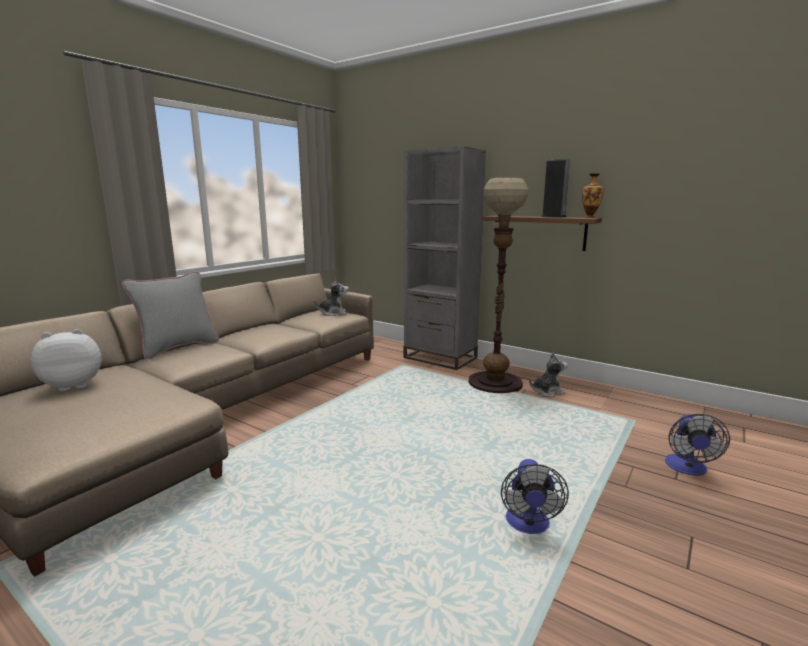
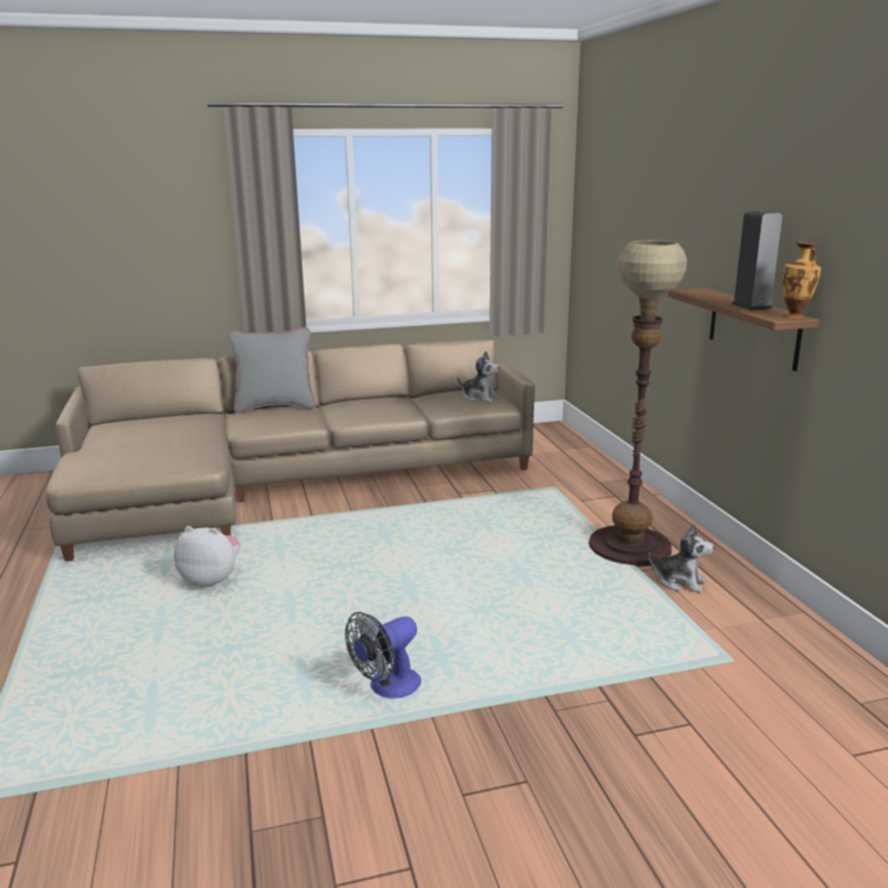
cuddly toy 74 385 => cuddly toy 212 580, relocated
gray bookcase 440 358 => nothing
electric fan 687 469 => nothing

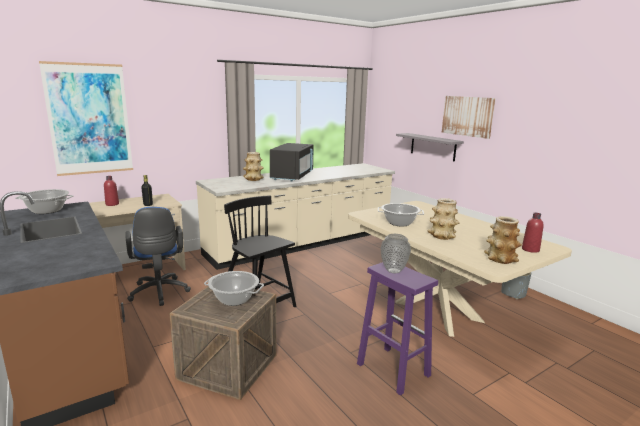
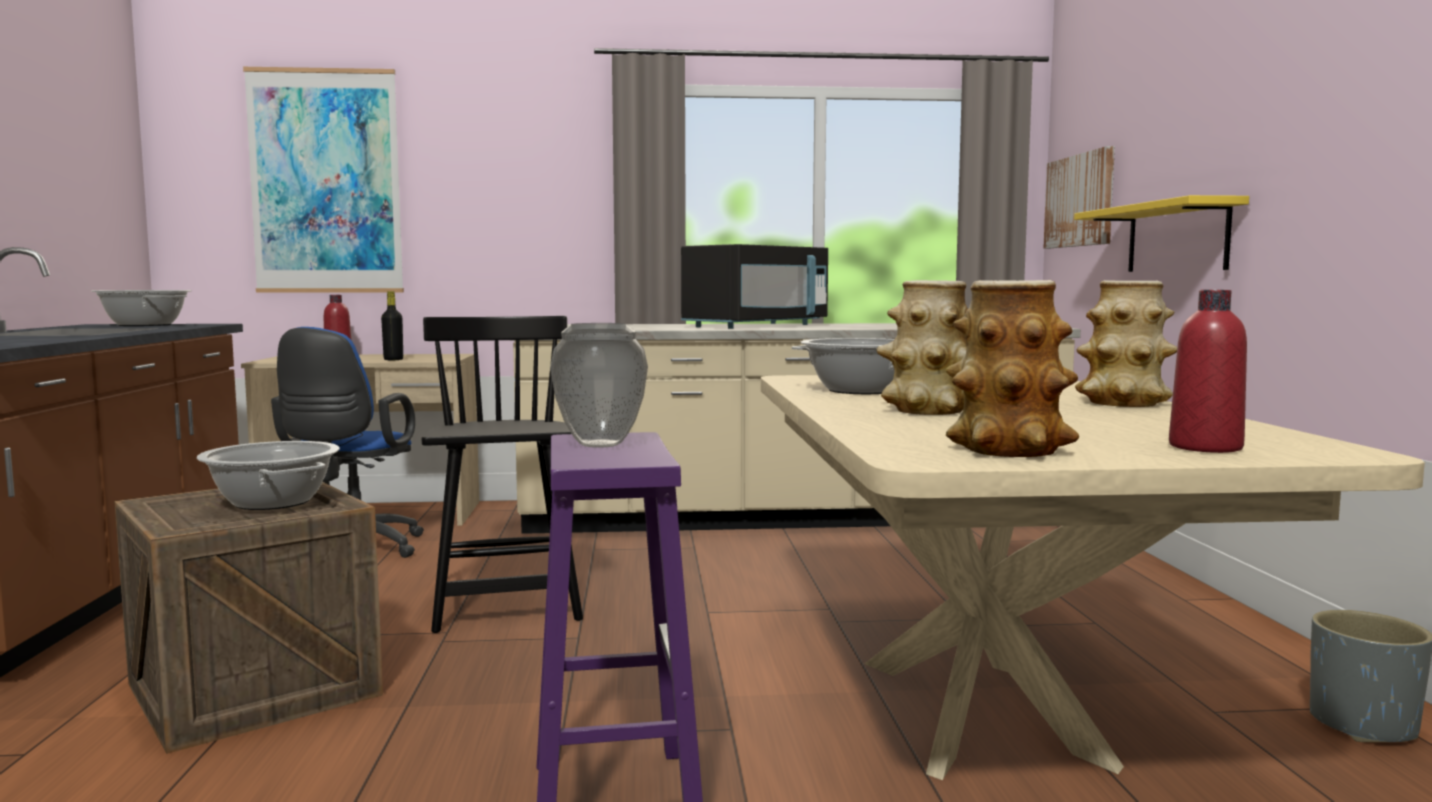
wall picture 467 116 => wall picture 1080 201, relocated
gray shelf 433 147 => yellow shelf 1176 238
decorative vase 253 179 => decorative vase 1123 403, relocated

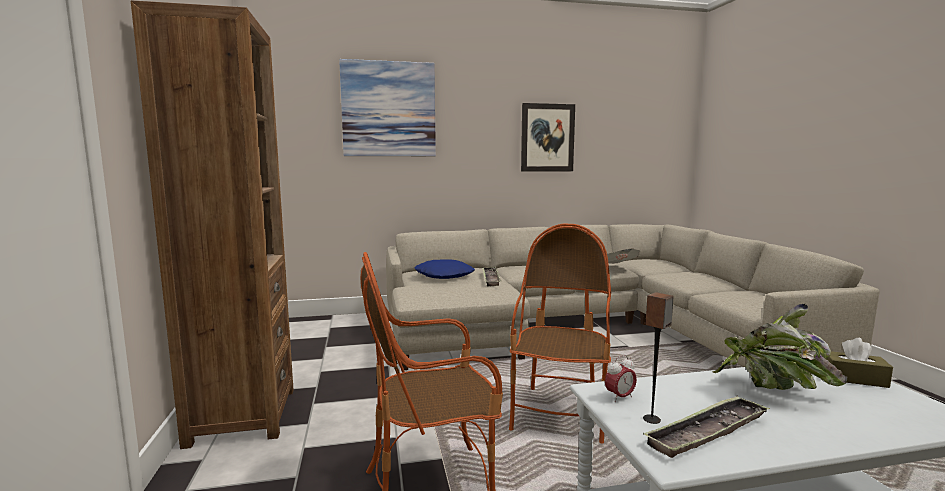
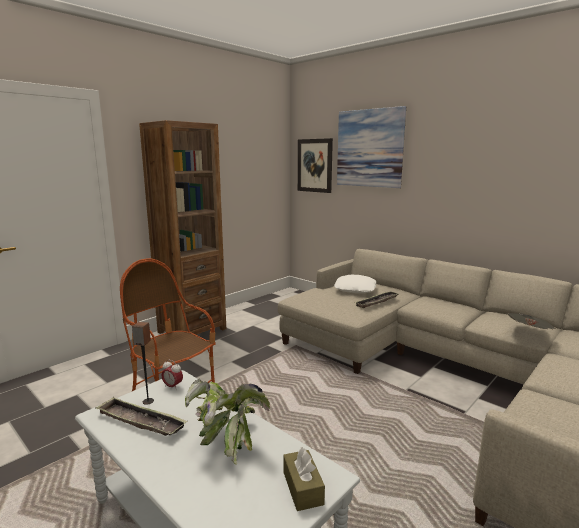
wall picture 547 138 => wall picture 315 165, relocated
blue-coloured cushion 444 275 => white-coloured cushion 355 289
lounge chair 559 414 => nothing

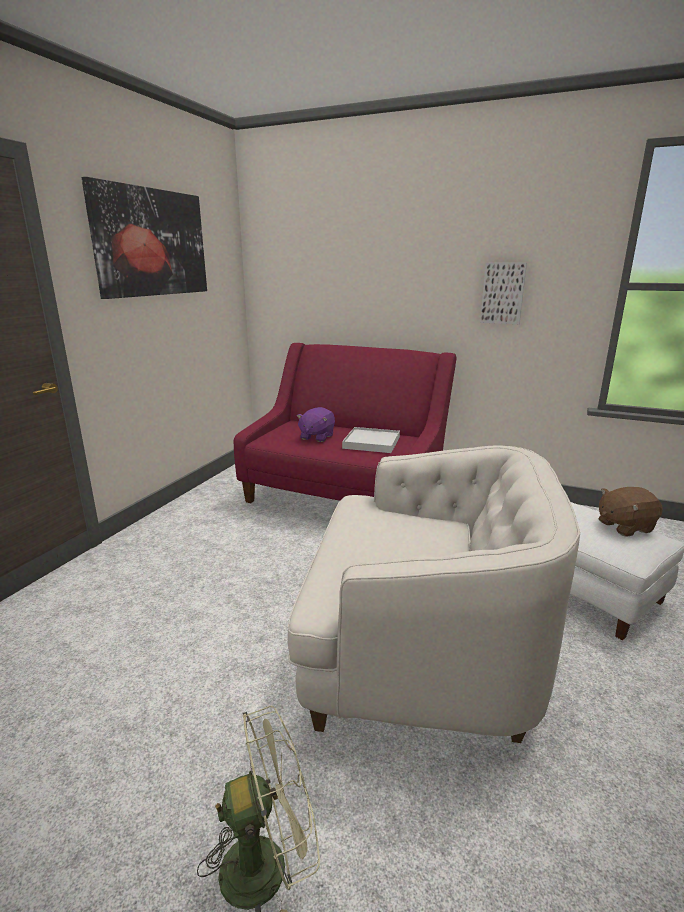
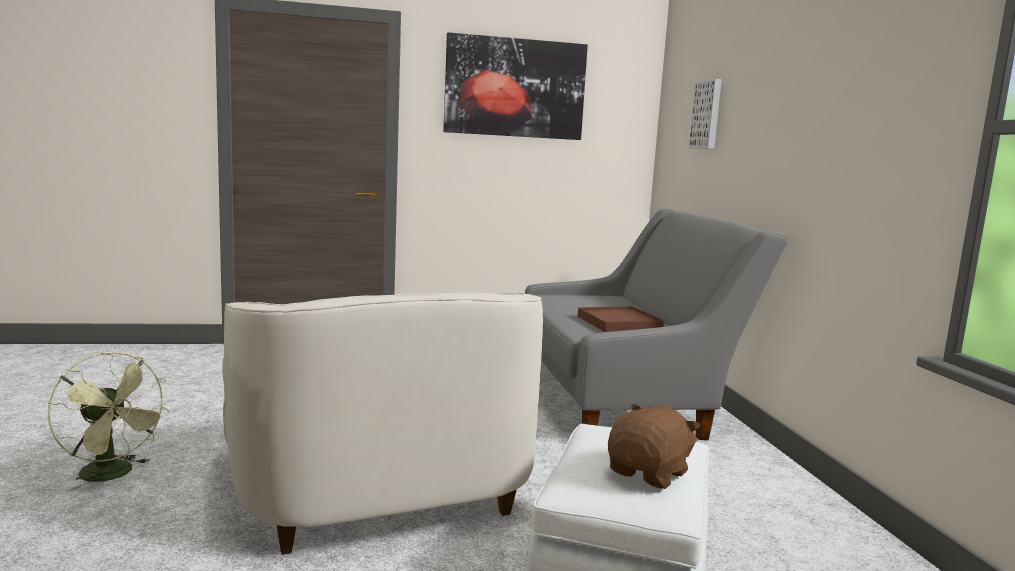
red-coloured settee 345 494 => gray settee 622 397
white-coloured carrying tray 371 443 => brown carrying tray 618 323
brown cuddly toy 624 526 => brown cuddly toy 649 473, 90 degrees clockwise
wall picture 503 293 => wall picture 707 115, relocated
purplish cuddly toy 316 437 => nothing

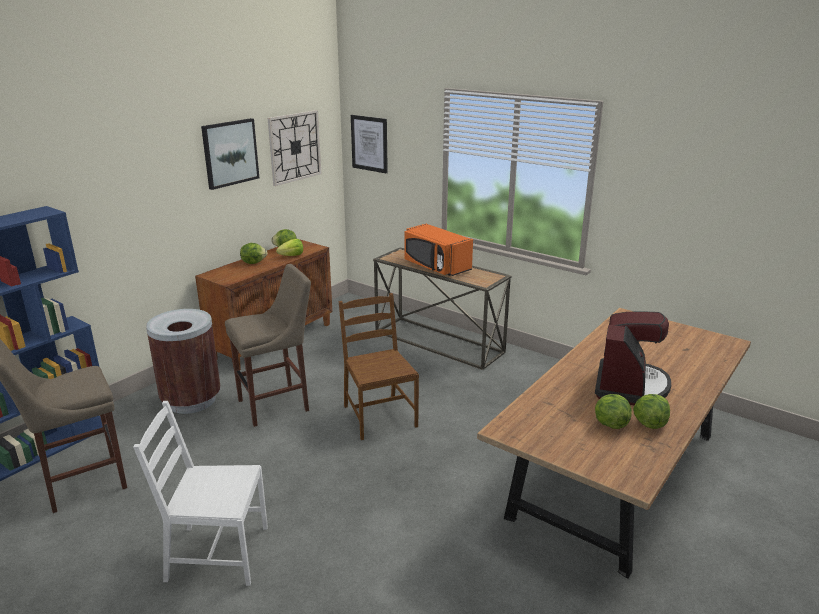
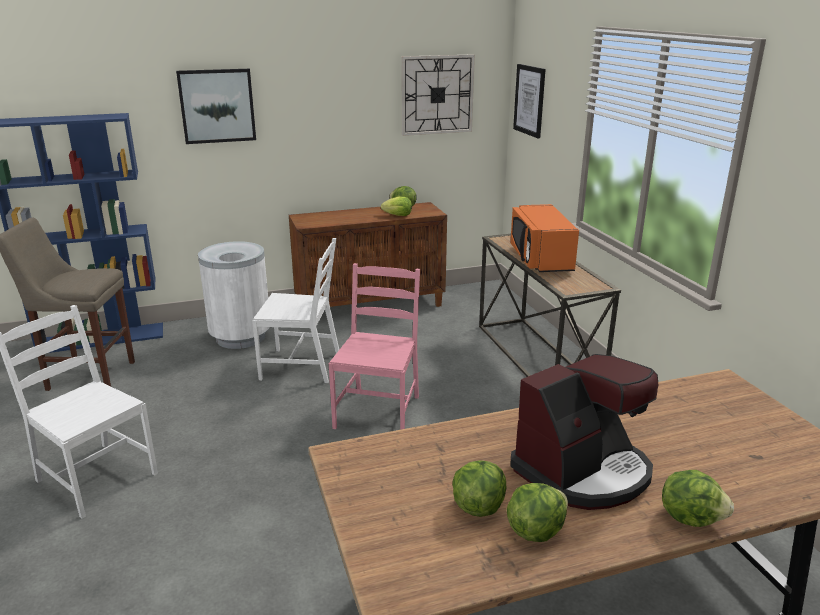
wall picture 230 153 => wall picture 217 106, relocated
brown waste bin 191 400 => white-coloured waste bin 241 337
beige-coloured sitting stool 277 404 => white-coloured upright chair 302 366
brown upright chair 378 416 => pink upright chair 378 411
head of lettuce 253 262 => head of lettuce 690 517, relocated

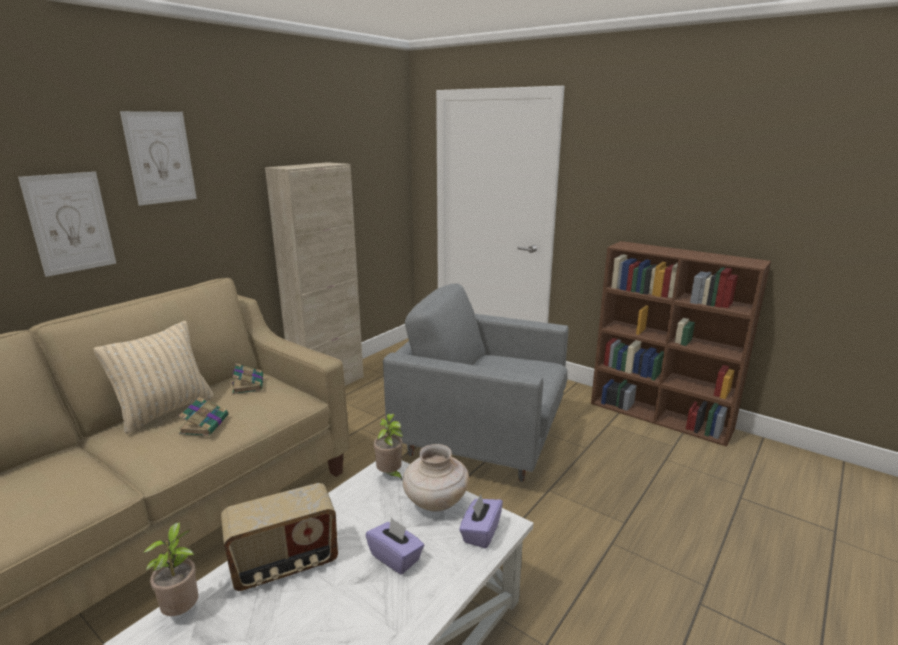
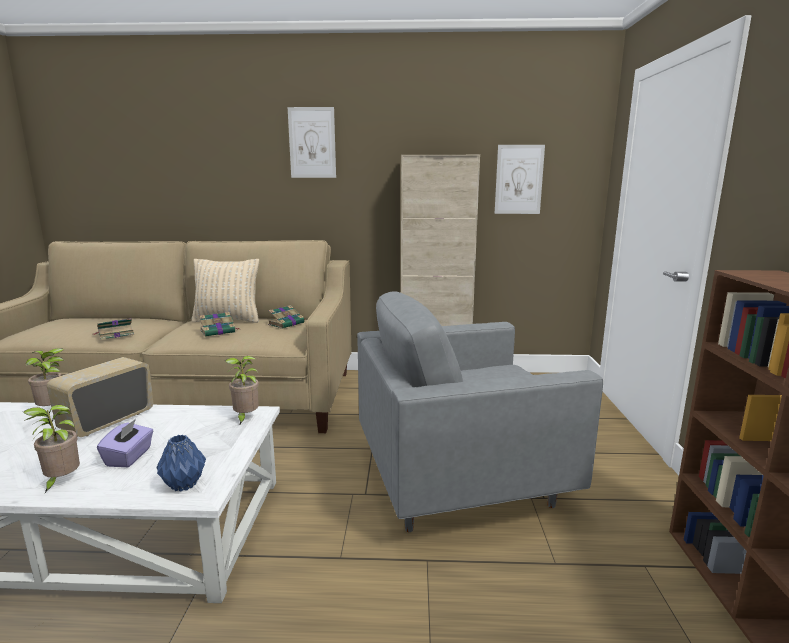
nothing => houseplant 61 482
radio set 285 564 => radio set 107 421, 90 degrees clockwise
nothing => volume 115 334
purplish tissue box 480 532 => blue-coloured decorative vase 183 485
gray lounge chair 482 440 => gray lounge chair 461 479, 90 degrees counterclockwise
wall picture 70 223 => wall picture 519 179, relocated
beige-coloured decorative vase 435 502 => nothing

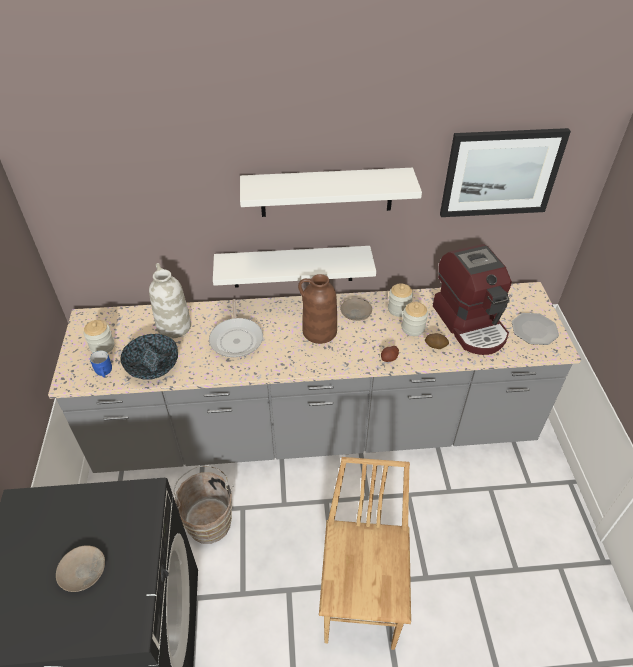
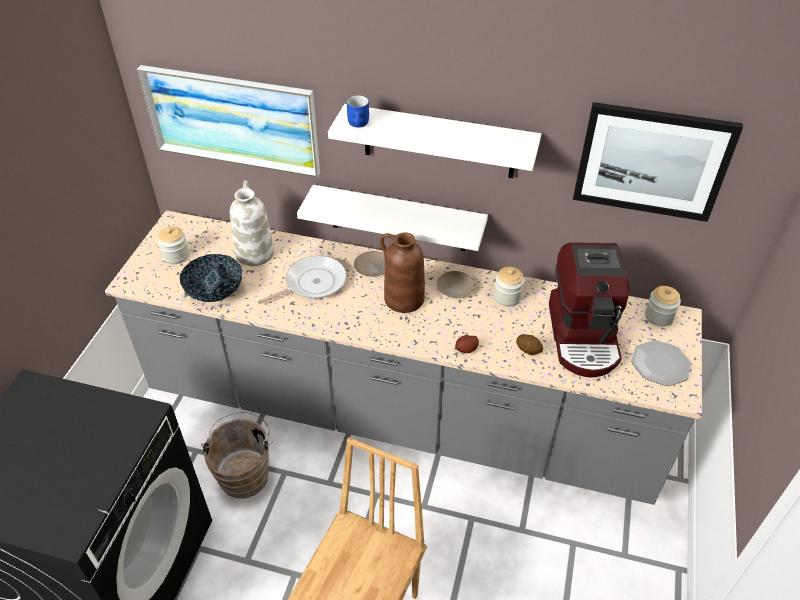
nothing => wall picture 232 120
pan 237 338 => pan 312 283, 135 degrees counterclockwise
blue-coloured tea mug 105 372 => blue-coloured tea mug 360 124, relocated
beige-coloured flat dish 83 571 => beige-coloured flat dish 373 268, relocated
preserve jar 413 328 => preserve jar 659 316, relocated

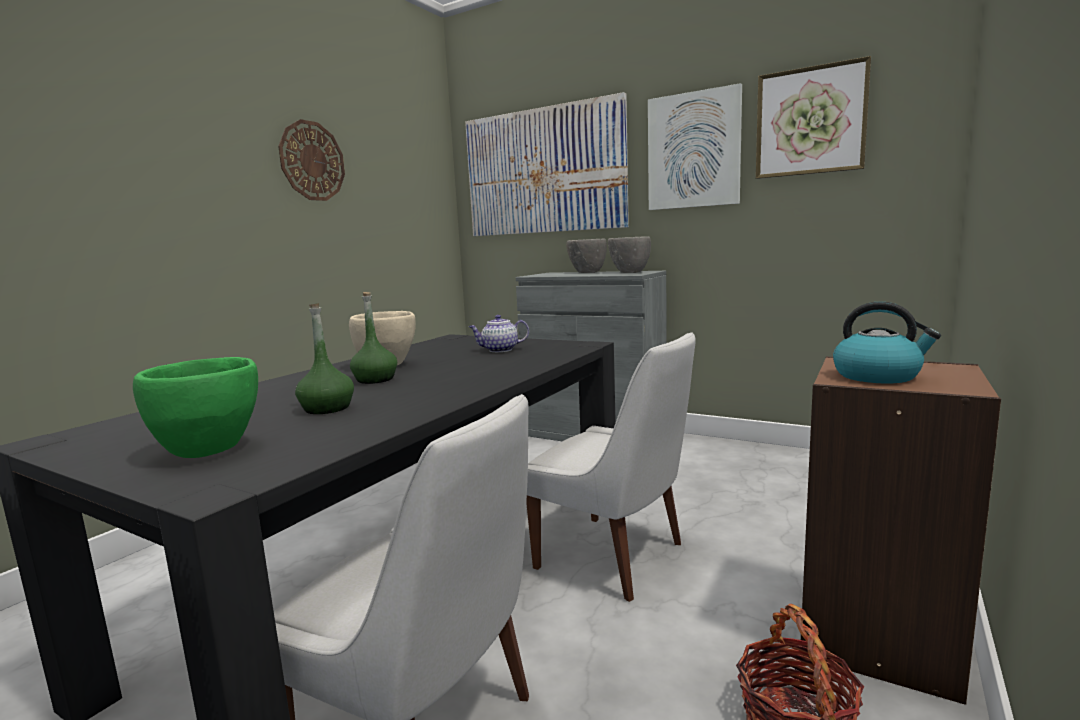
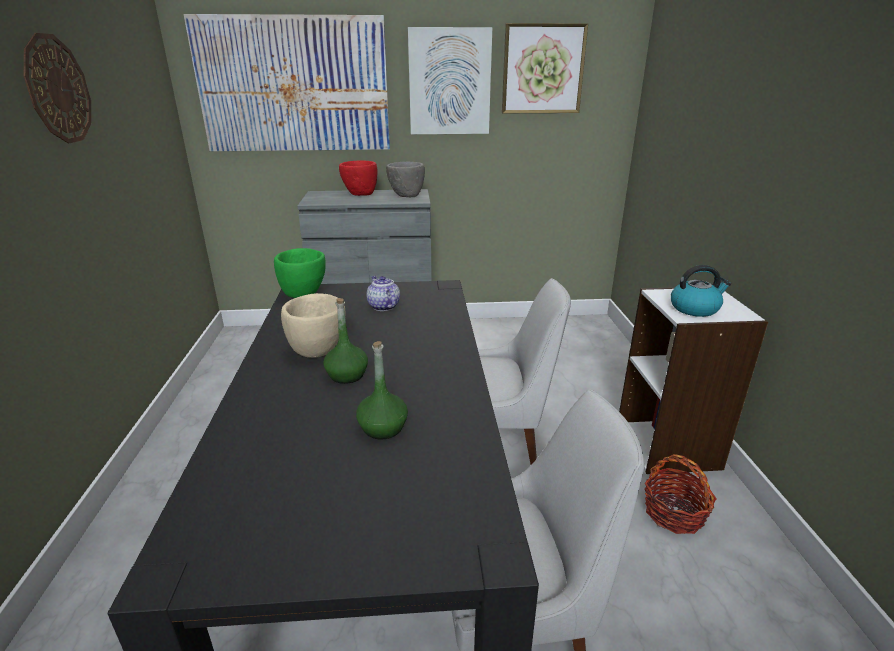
green-coloured serving bowl 210 451 => green-coloured serving bowl 304 294, relocated
gray serving bowl 587 273 => red-coloured serving bowl 360 194
tea pot 499 350 => tea pot 383 306, 105 degrees clockwise
brown bookcase 881 636 => white-coloured bookcase 668 445

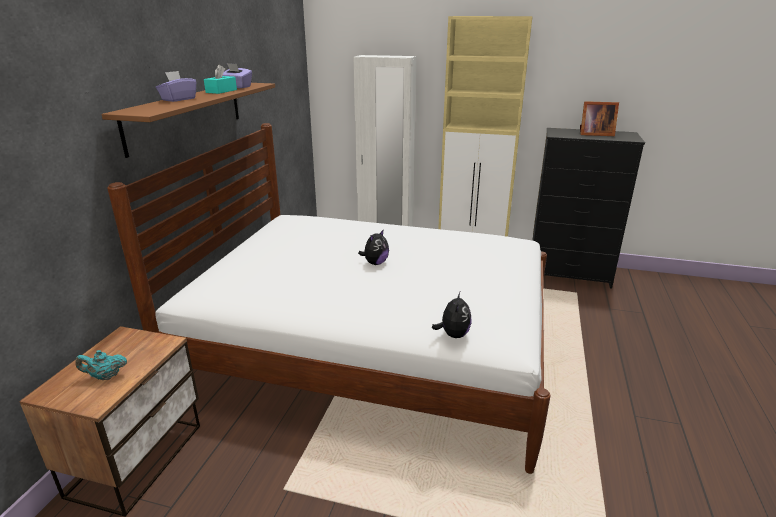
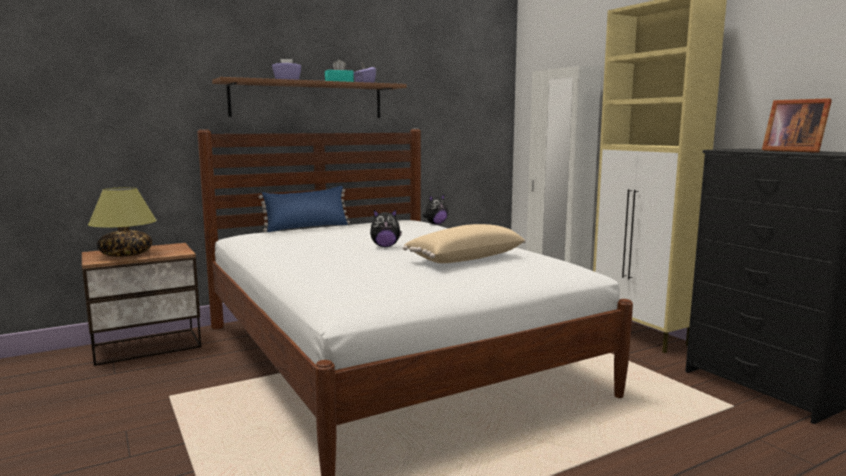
turquoise tea pot 105 376 => tabletop lamp 125 255
nothing => blue-coloured cushion 307 227
nothing => beige-coloured cushion 464 259
cuddly toy 453 335 => cuddly toy 435 224, relocated

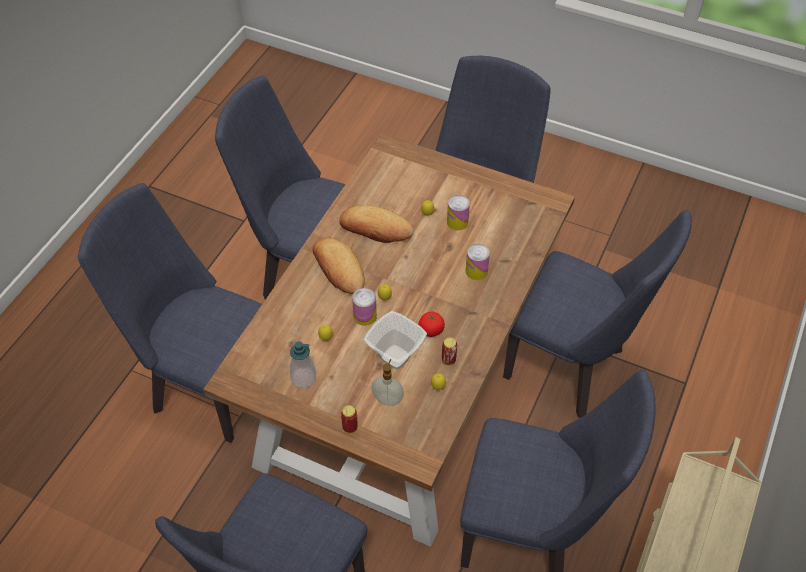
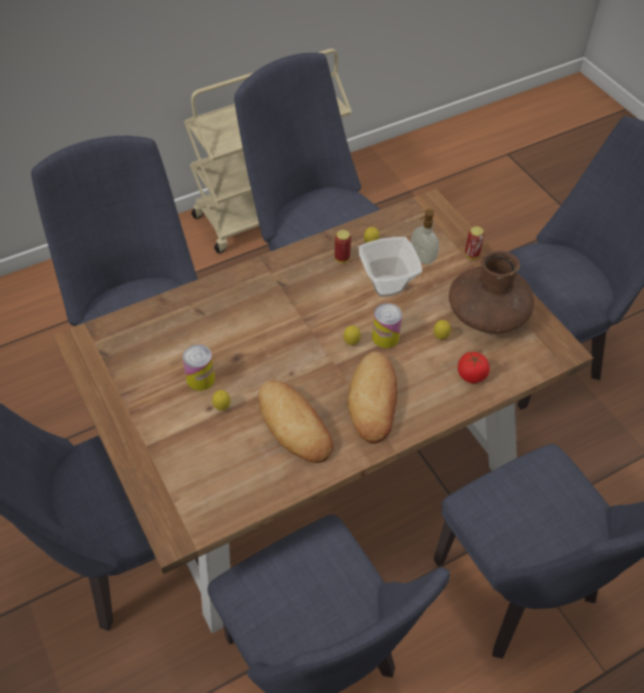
liquid soap bottle 303 378 => brown decorative vase 487 314
whole tomato 431 330 => whole tomato 471 375, relocated
metal can 476 271 => nothing

